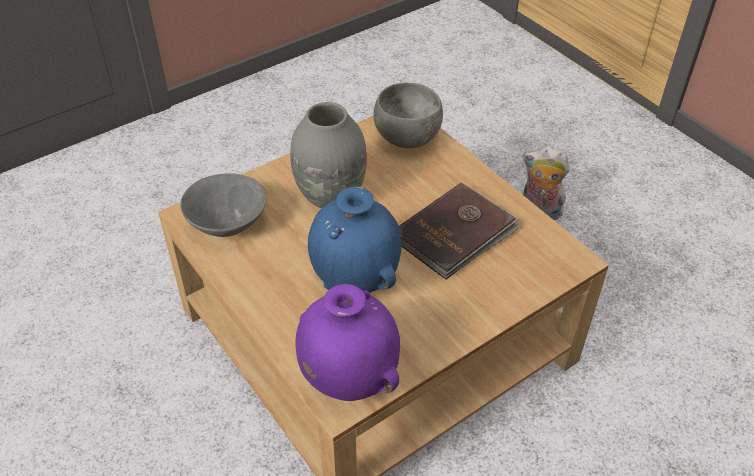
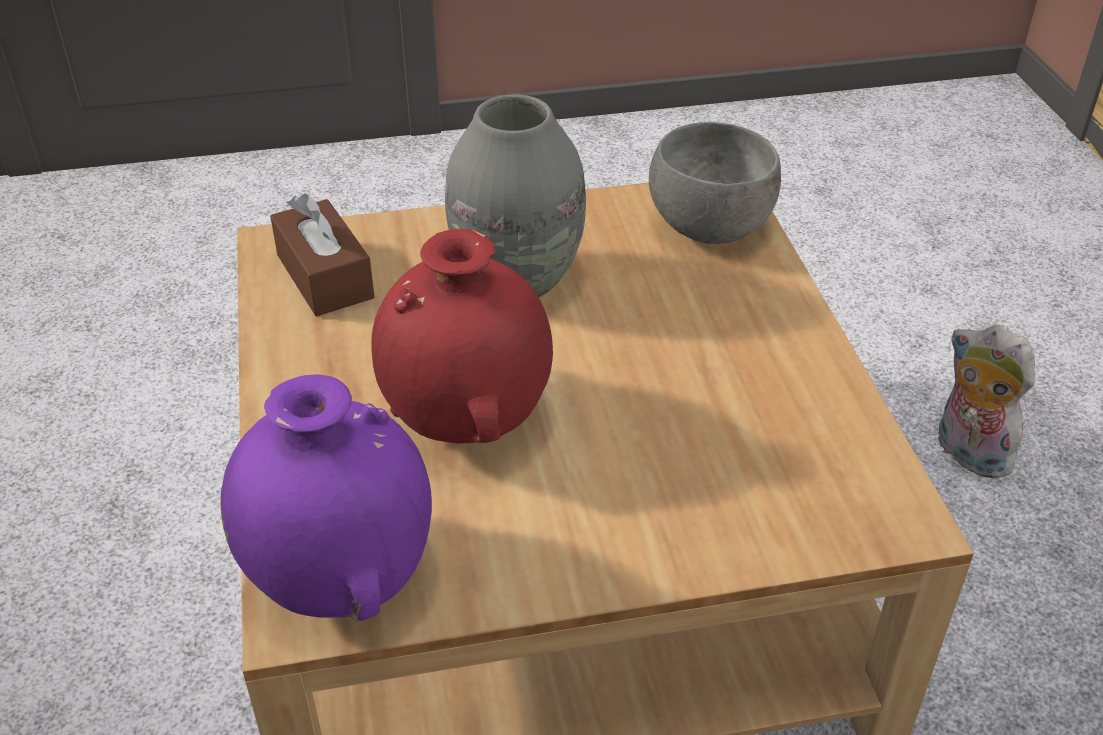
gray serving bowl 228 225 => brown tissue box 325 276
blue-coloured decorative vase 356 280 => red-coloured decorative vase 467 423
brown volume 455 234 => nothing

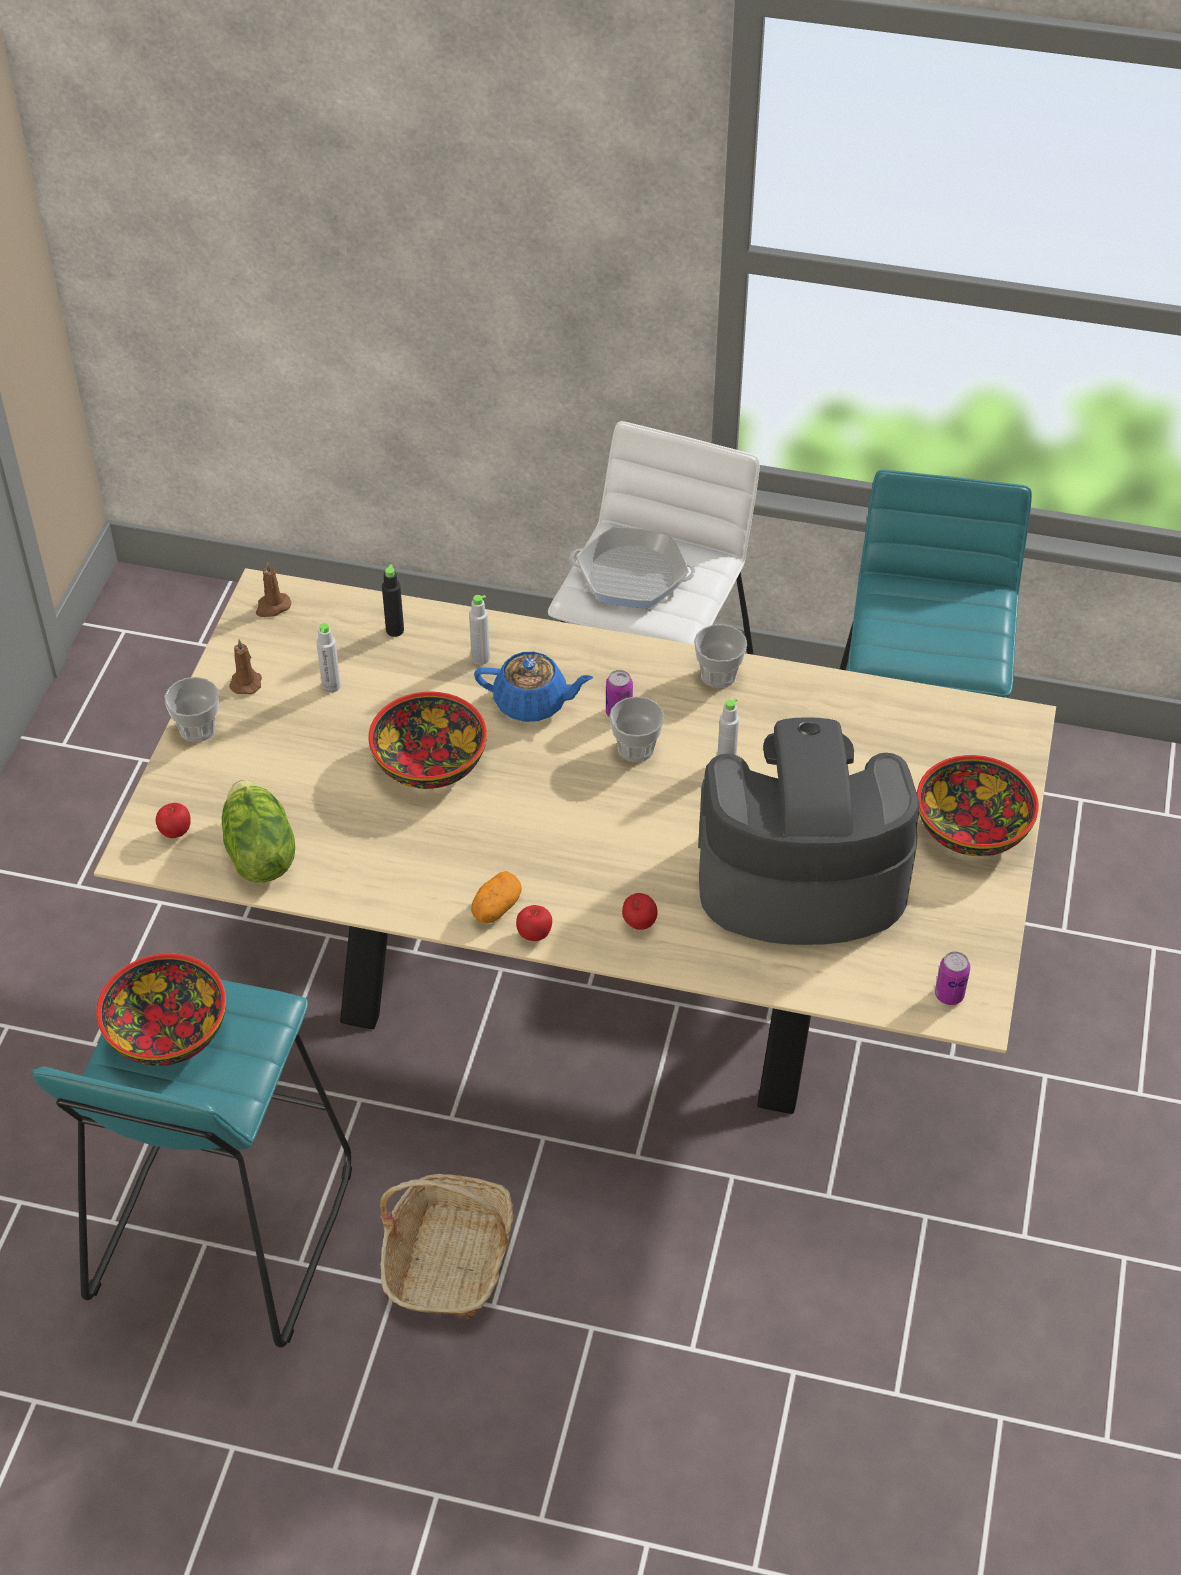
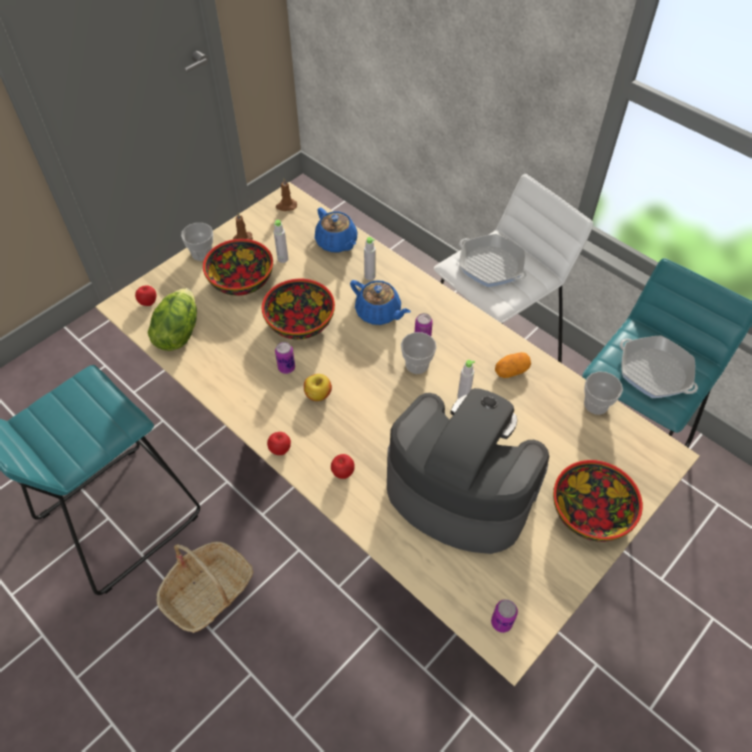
serving bowl 168 1030 => serving bowl 242 280, relocated
nothing => metal can 286 368
nothing => whole apple 318 394
blackish drink bottle 395 630 => blue-coloured tea pot 337 243
spud 496 907 => spud 511 371, relocated
cup 718 675 => cup 596 404, relocated
nothing => pan 654 372

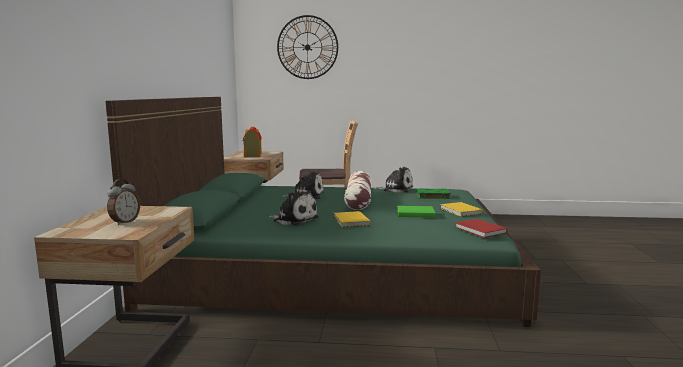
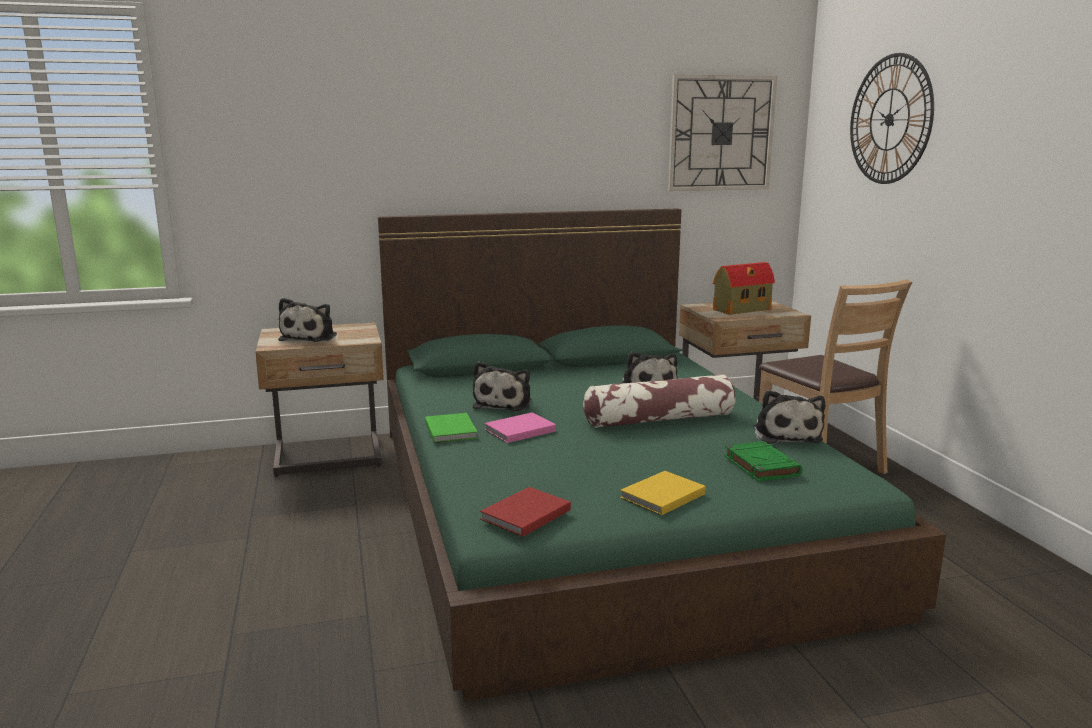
table clock 124 222 => cuddly toy 310 337
green-coloured volume 414 213 => green-coloured volume 451 430, relocated
yellow volume 351 221 => pink volume 518 430
nothing => wall clock 721 133

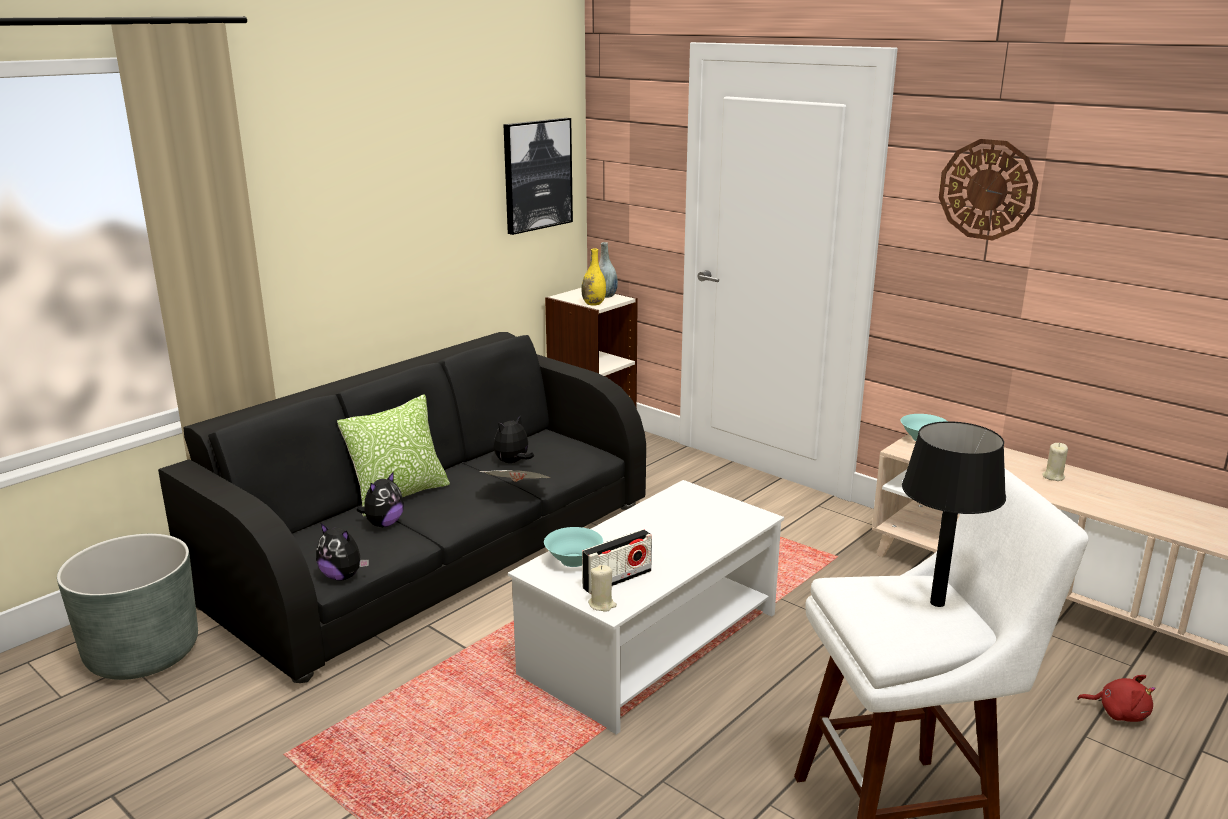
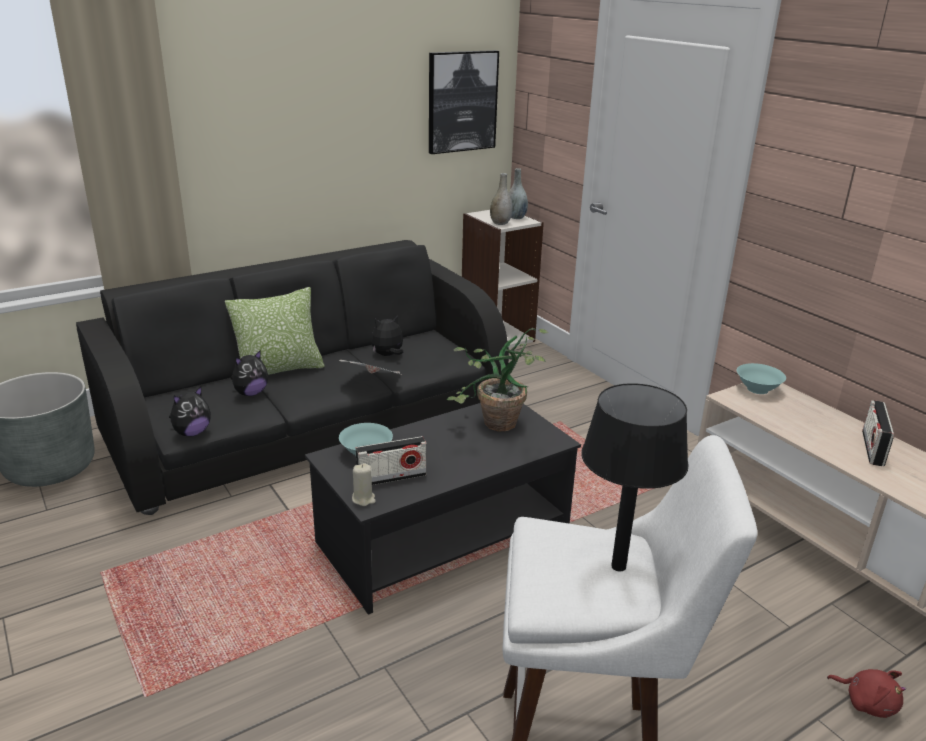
cuddly toy 343 576 => cuddly toy 192 433, 90 degrees counterclockwise
white-coloured lounge table 652 642 => blackish lounge table 445 536
nothing => houseplant 495 427
yellow decorative vase 593 303 => gray decorative vase 500 223
beige-coloured wax light 1053 476 => radio set 872 448
wall clock 987 189 => nothing

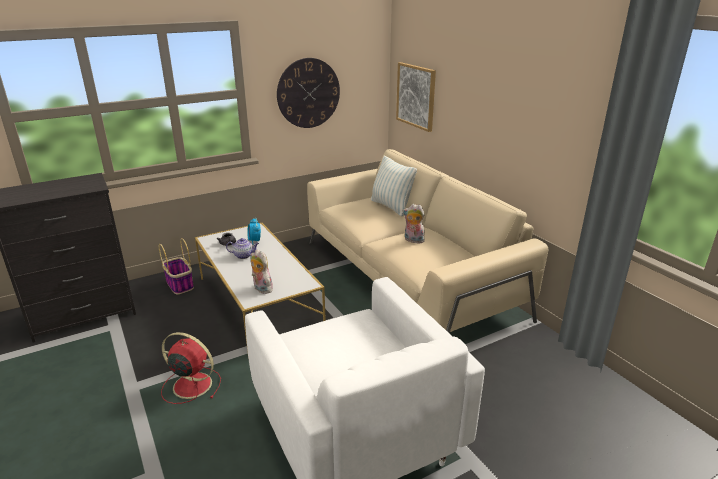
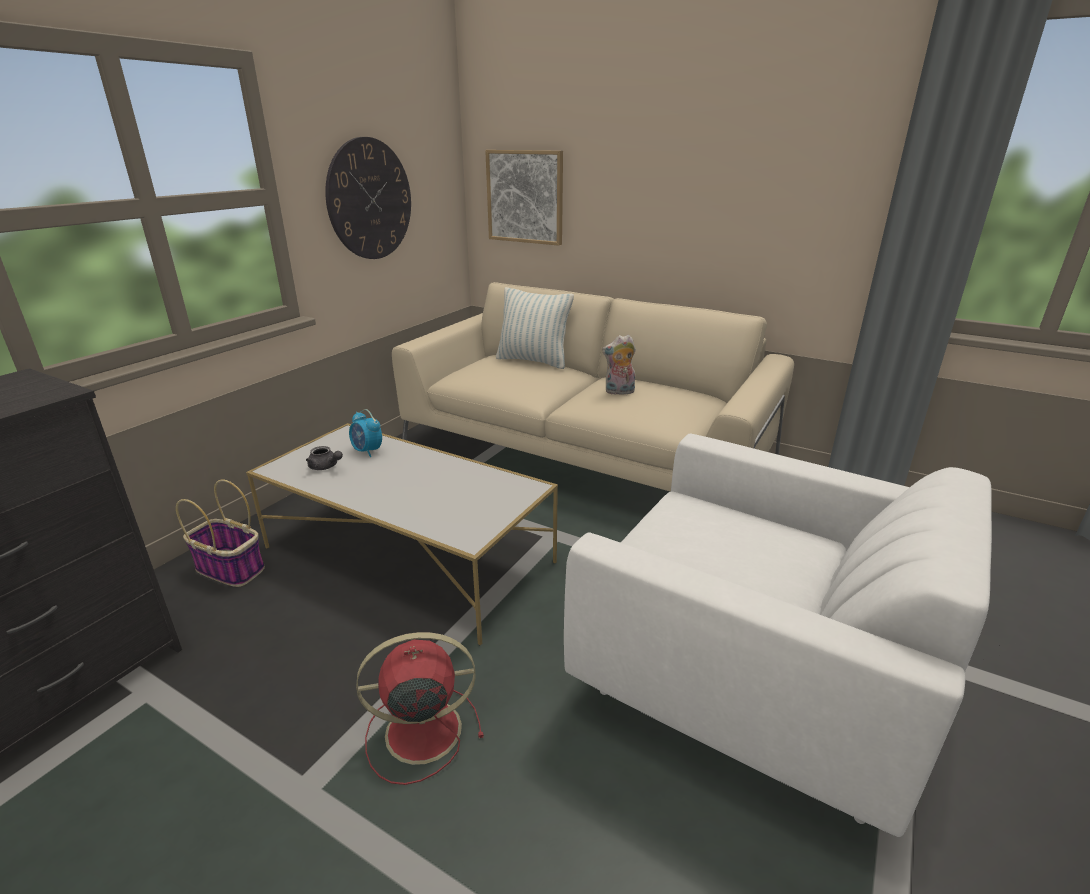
tea pot 244 255 => nothing
cuddly toy 261 289 => nothing

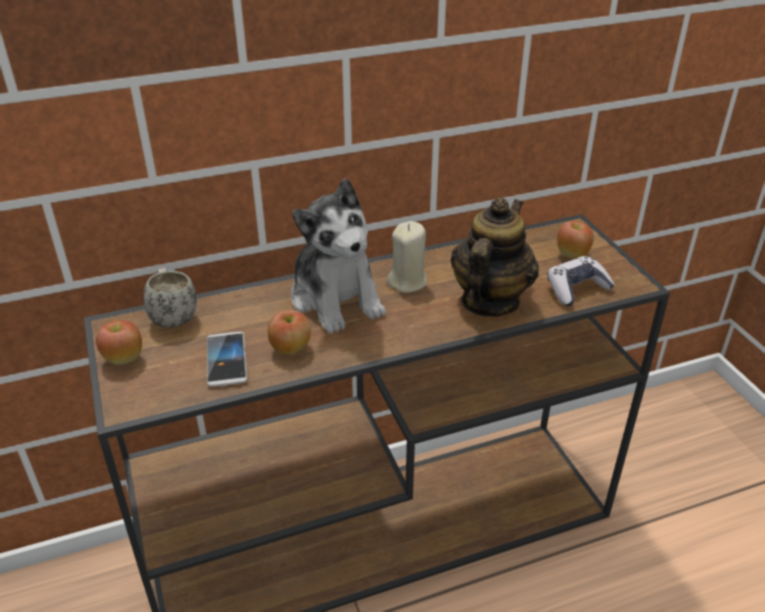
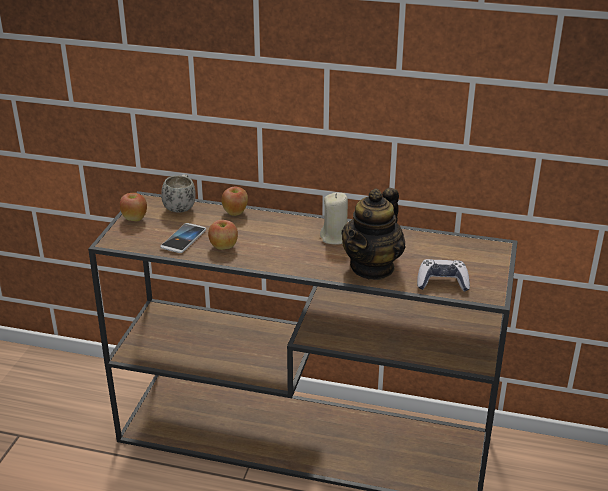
whole apple 572 255 => whole apple 235 212, relocated
tea pot 489 301 => tea pot 372 267, 150 degrees clockwise
cuddly toy 336 298 => nothing

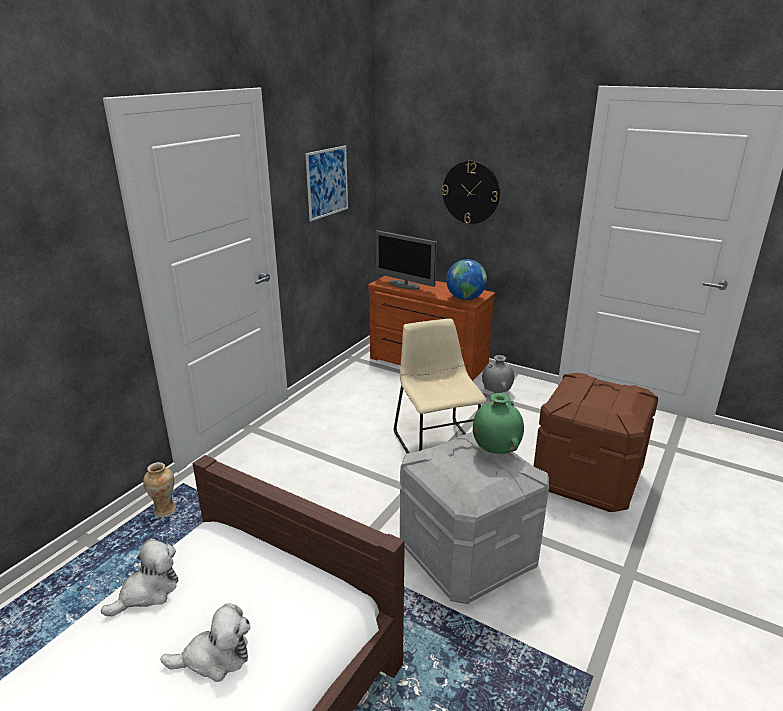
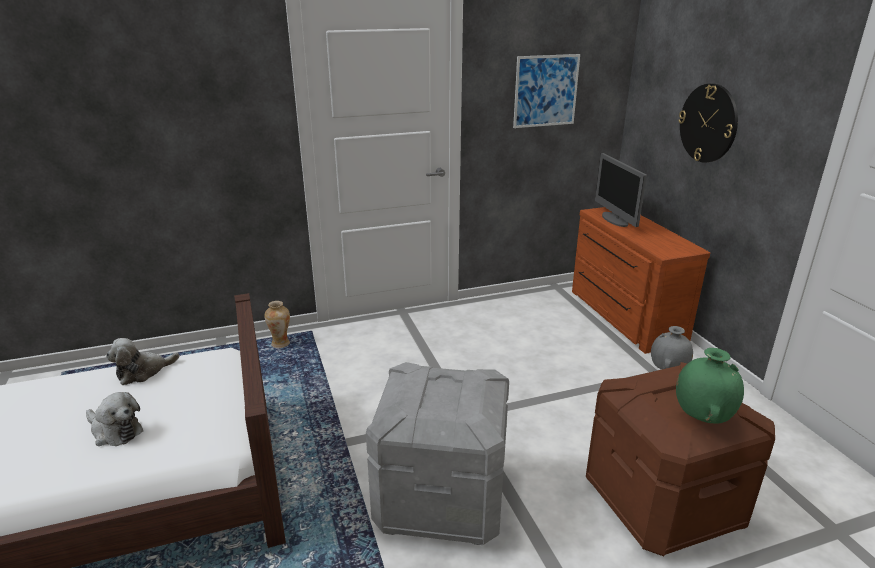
cuddly toy 148 592 => cuddly toy 143 372, 150 degrees clockwise
green-coloured decorative vase 495 450 => green-coloured decorative vase 702 417, relocated
beige-coloured upright chair 436 443 => nothing
desk globe 465 298 => nothing

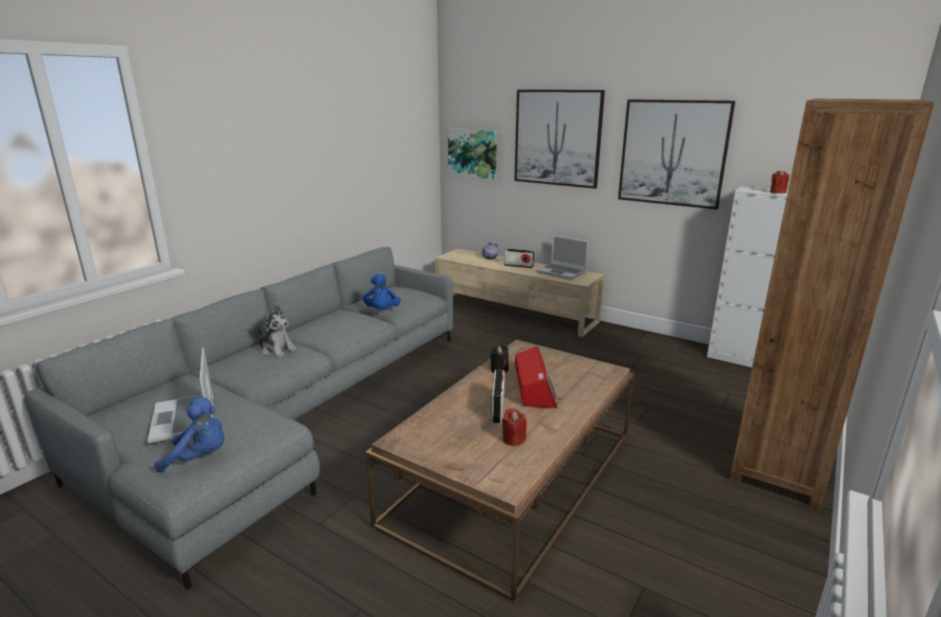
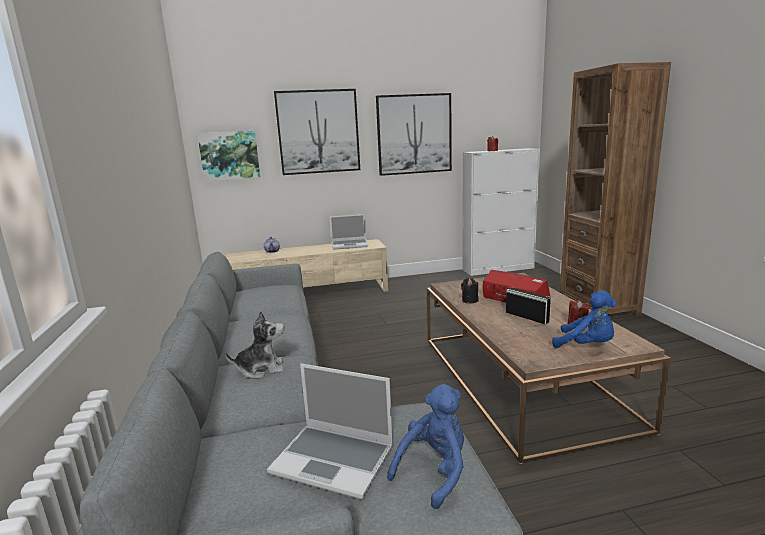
blue-coloured cuddly toy 382 311 => blue-coloured cuddly toy 586 345, relocated
radio set 518 266 => nothing

